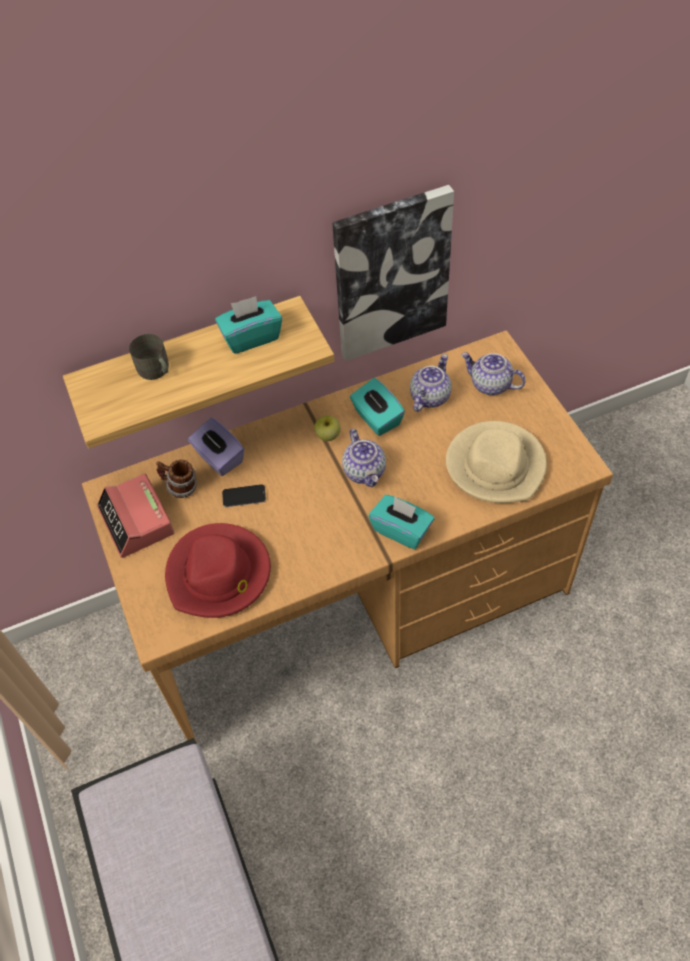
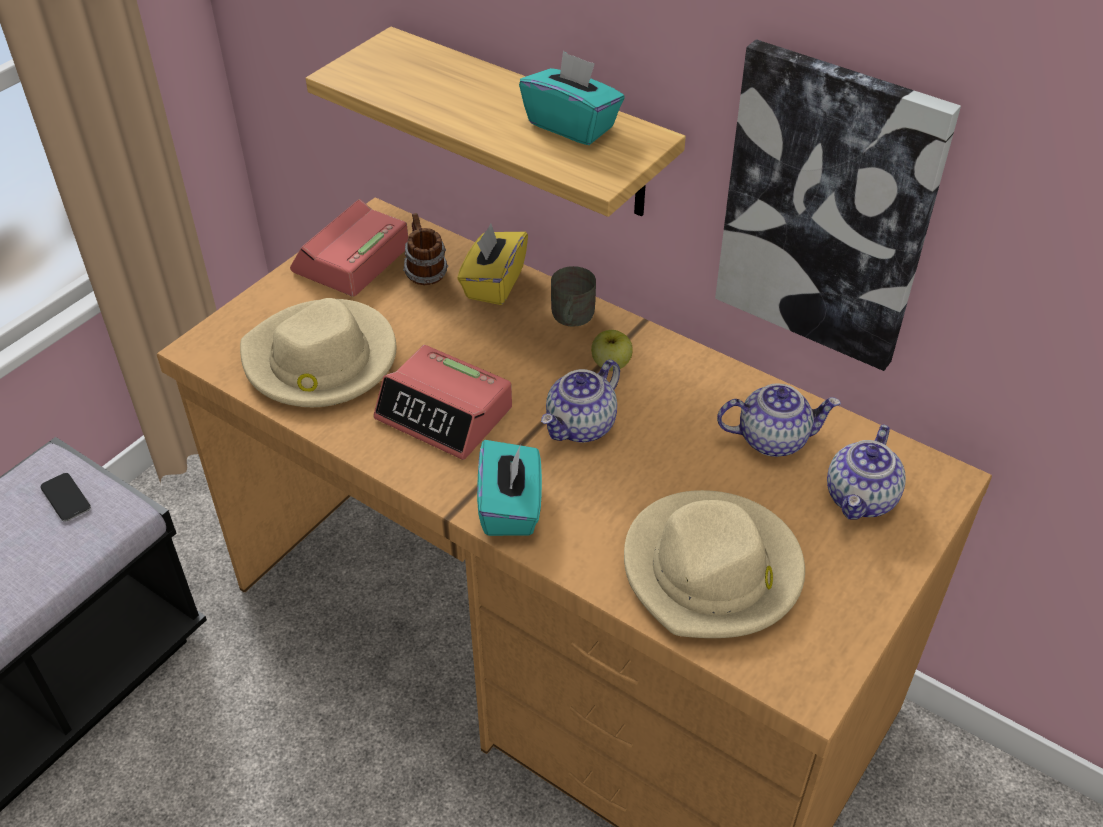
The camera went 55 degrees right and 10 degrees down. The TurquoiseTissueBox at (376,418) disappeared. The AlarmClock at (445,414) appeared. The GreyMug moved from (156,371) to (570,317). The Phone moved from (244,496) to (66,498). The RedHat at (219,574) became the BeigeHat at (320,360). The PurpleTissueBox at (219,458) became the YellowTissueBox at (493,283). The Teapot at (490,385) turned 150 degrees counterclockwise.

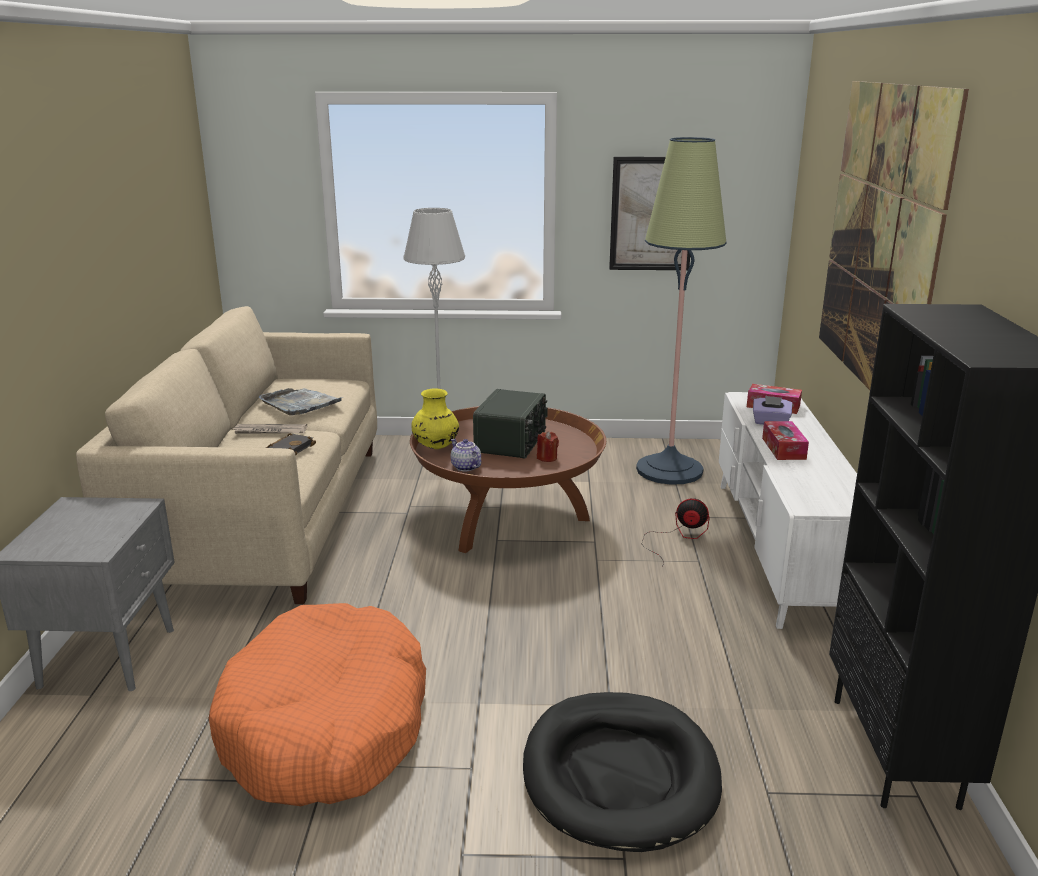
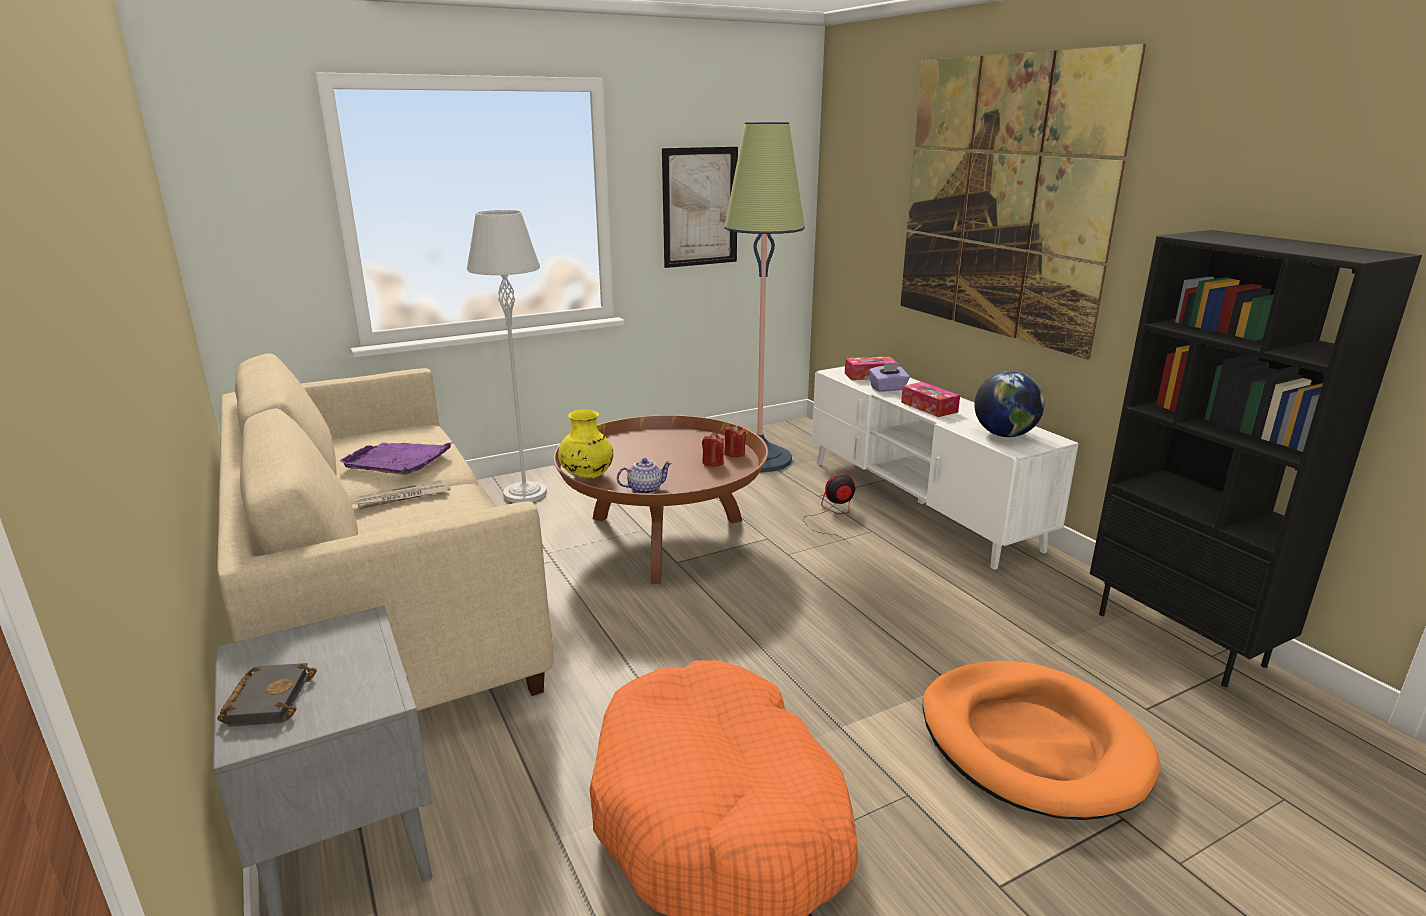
The camera went 30 degrees left and 0 degrees up. The Radio at (512,442) disappeared. The RedCandle at (734,453) appeared. The Globe at (1004,435) appeared. The BlackBook moved from (290,449) to (268,699). The GreyTray at (300,403) became the PurpleTray at (398,460). The BlackDogBed at (620,774) became the OrangeDogBed at (1032,743). The Teapot at (465,467) turned 135 degrees clockwise.

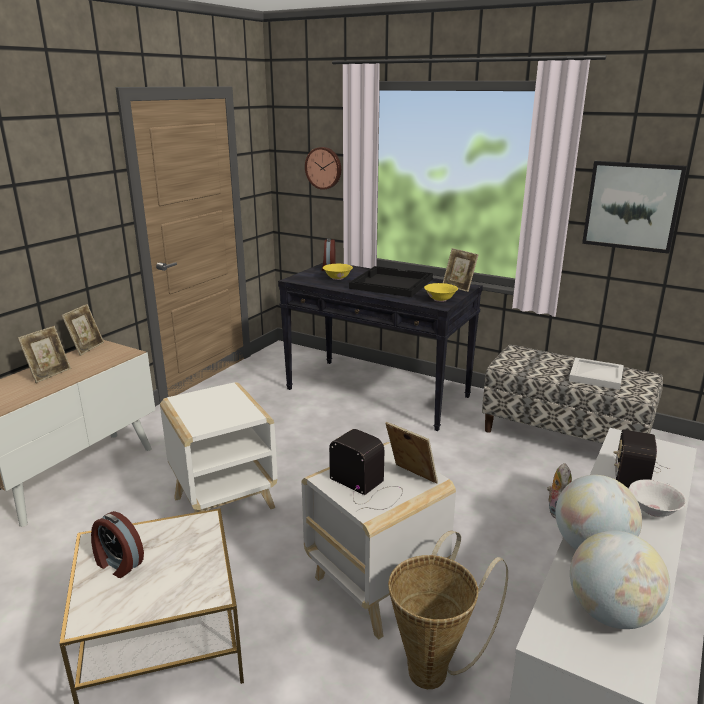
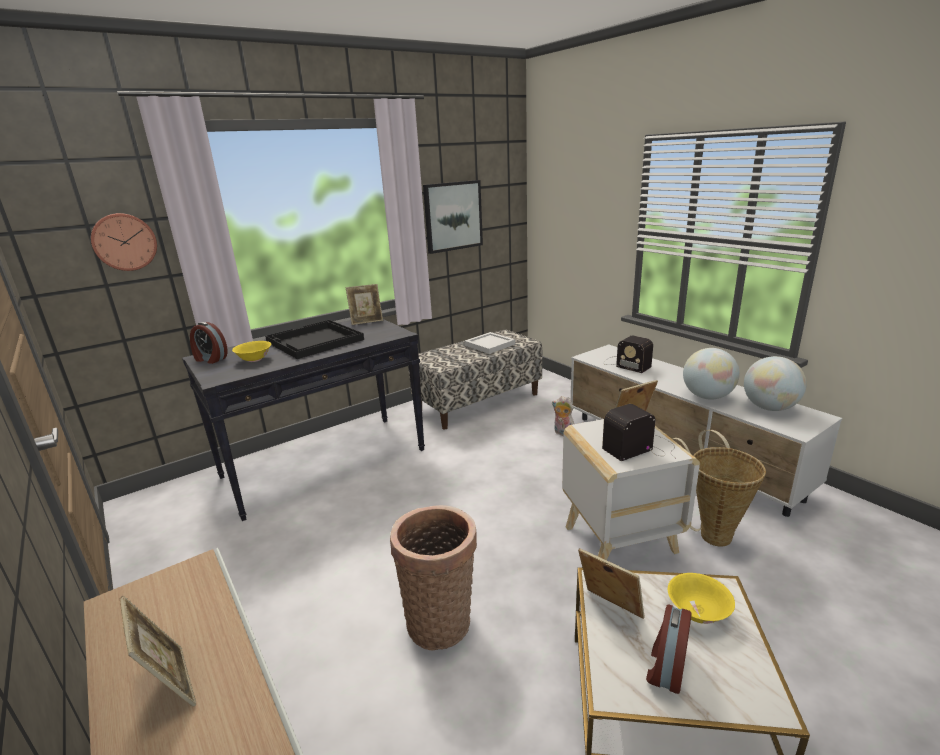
The camera went 65 degrees left and 0 degrees up. The WhiteBowl at (653,510) disappeared. The PictureFrame moved from (87,348) to (609,610). The YellowBowl moved from (440,299) to (698,612). The WhiteSideTable at (225,502) was replaced by the Basket at (441,619). The AlarmClock at (118,564) turned 150 degrees clockwise.

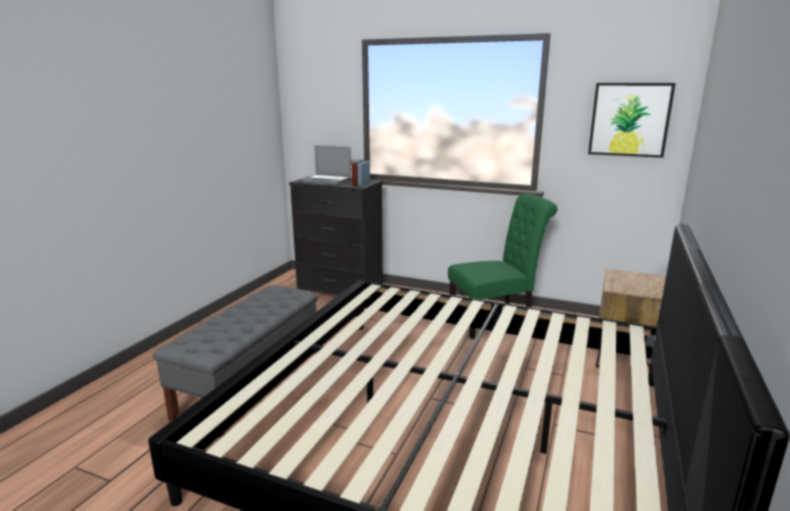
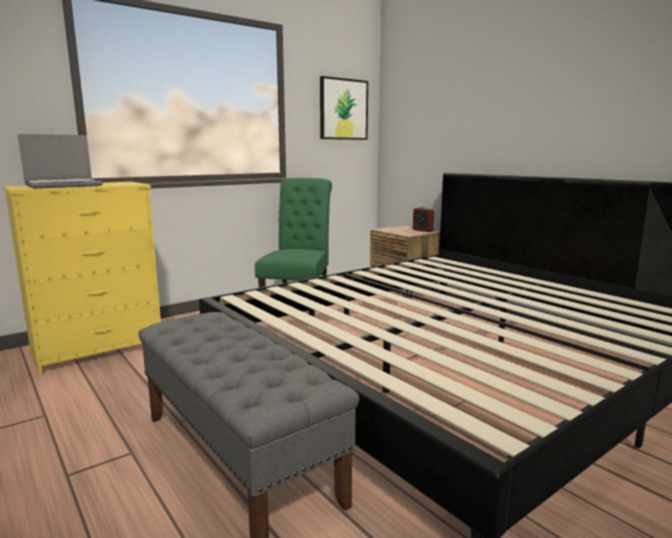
The camera went 60 degrees left and 5 degrees down. The AlarmClock moved from (361,184) to (424,230). The BlackDresser at (340,292) became the YellowDresser at (99,349).

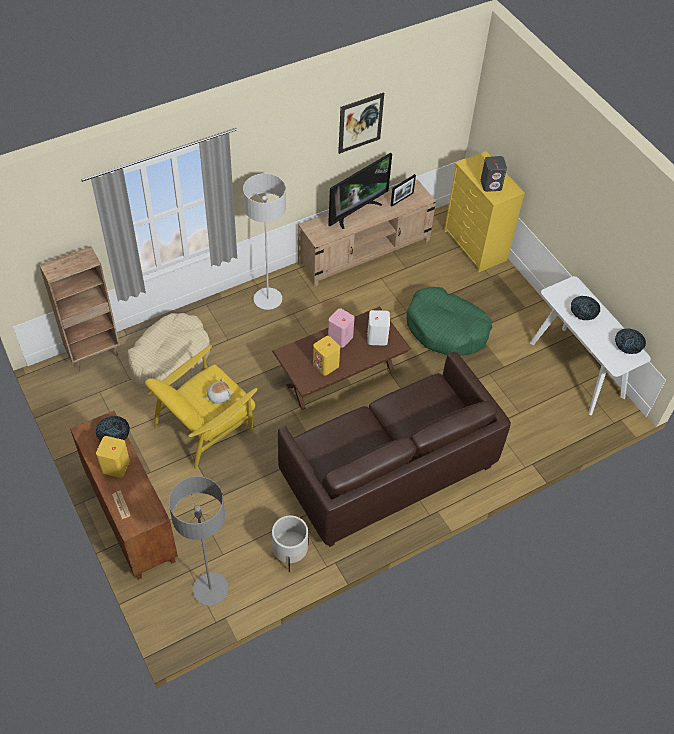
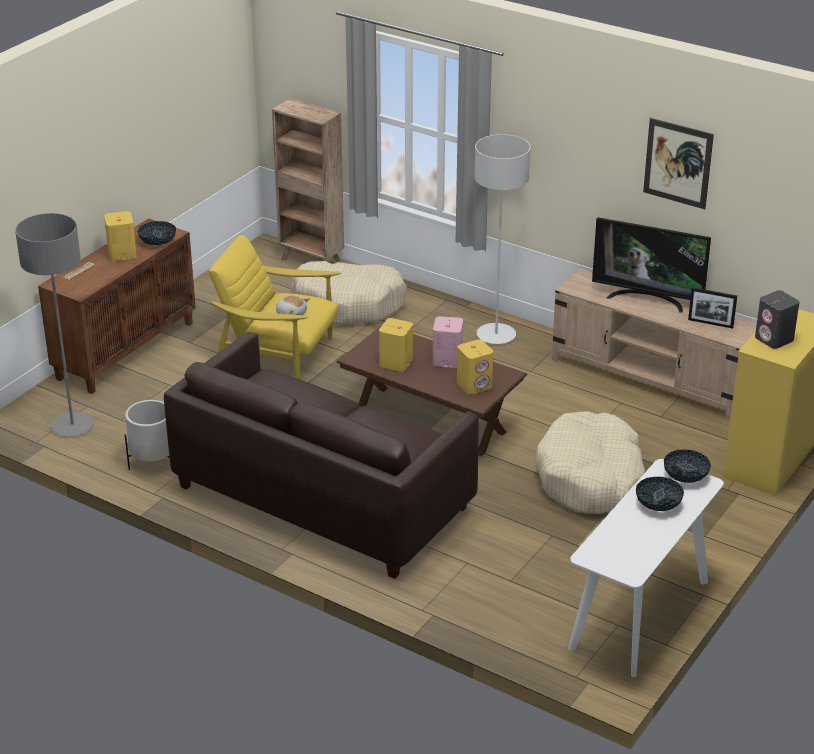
The camera went 65 degrees right and 20 degrees down. The Bowl moved from (627,346) to (685,476). The WhiteSpeaker at (377,337) became the YellowSpeaker at (474,385). The GreenDogBed at (446,329) became the BeigeDogBed at (591,478).

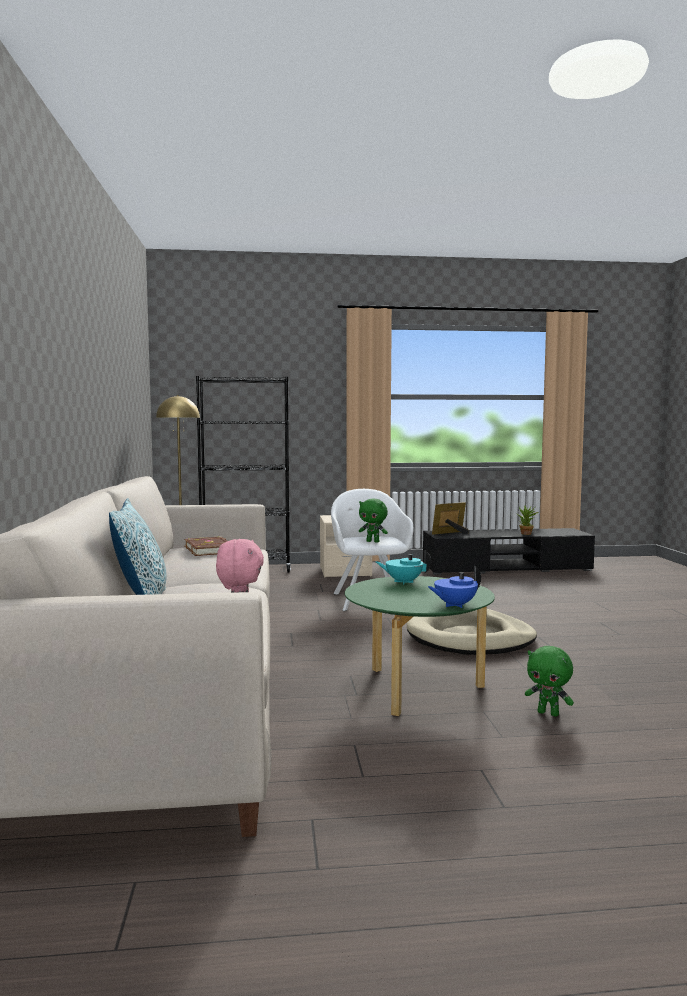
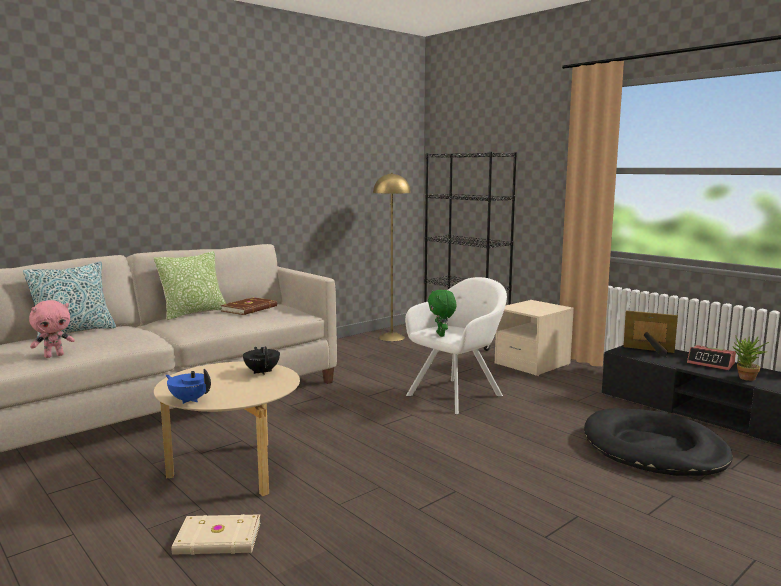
The camera went 55 degrees right and 5 degrees up. The BeigeDogBed at (470,638) disappeared. The Pillow at (193,313) appeared. The BlackDogBed at (653,448) appeared. The AlarmClock at (711,363) appeared. The GreenPlushToy at (548,713) was replaced by the BeigeBook at (218,539). The GreenCoffeeTable at (417,688) became the BeigeCoffeeTable at (233,470). The TurquoiseTeapot at (403,582) became the BlackTeapot at (262,372).

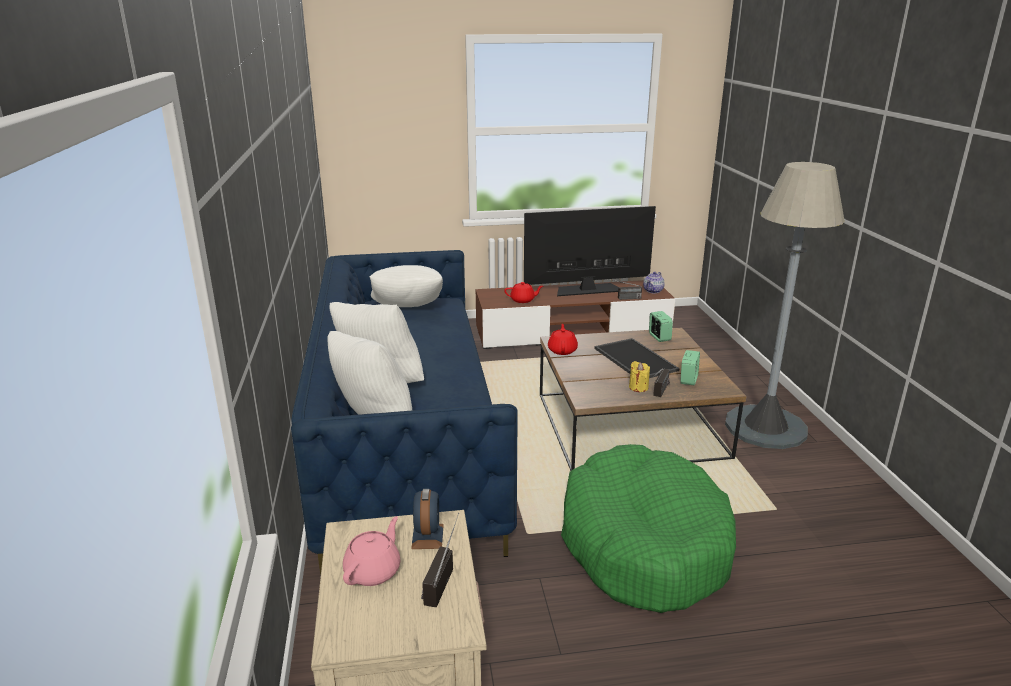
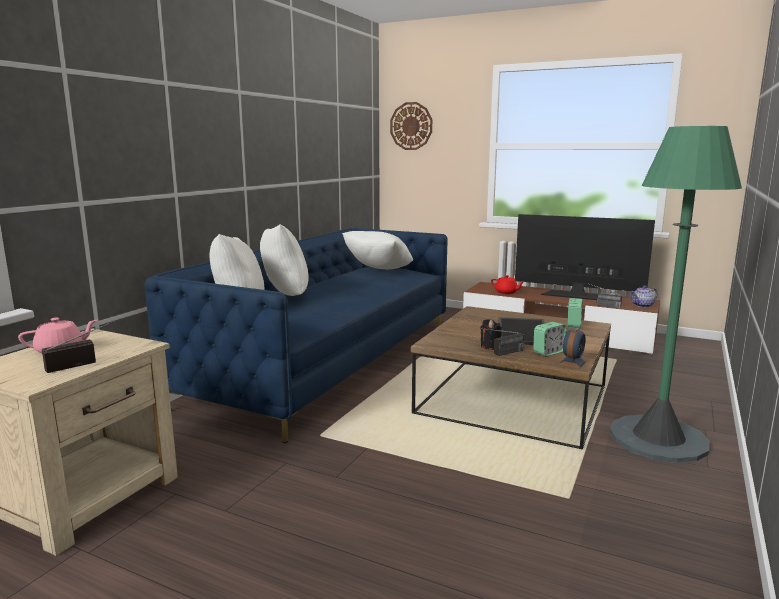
The camera went 35 degrees right and 10 degrees down. The RedTeapot at (562,350) disappeared. The GreenDogBed at (643,544) disappeared. The WallClock at (411,126) appeared. The AlarmClock moved from (427,536) to (572,363). The YellowCandle at (638,387) became the BlackCandle at (490,346). The GreyFloorLamp at (765,427) became the GreenFloorLamp at (658,439).

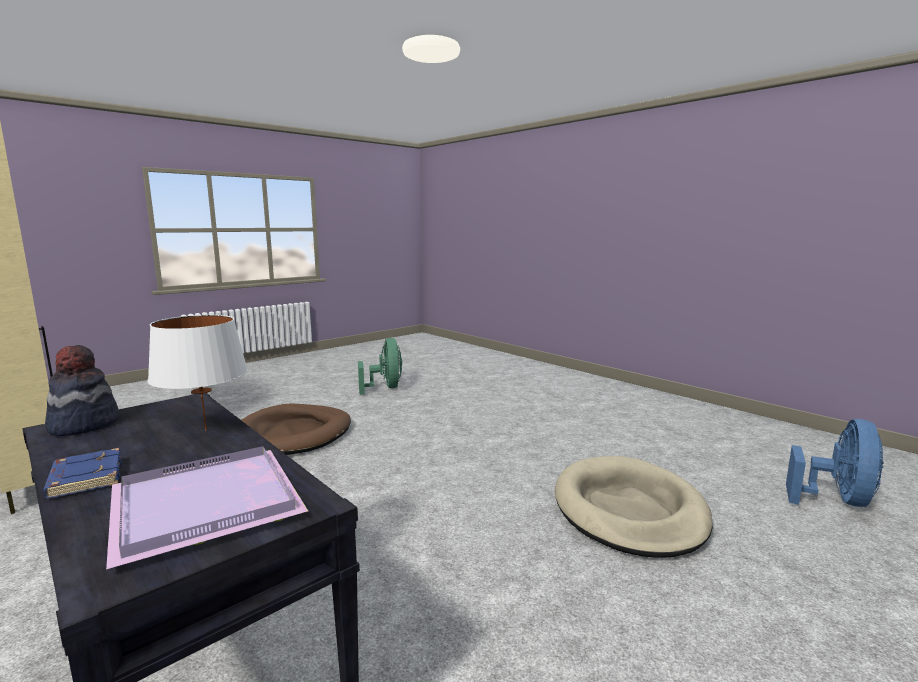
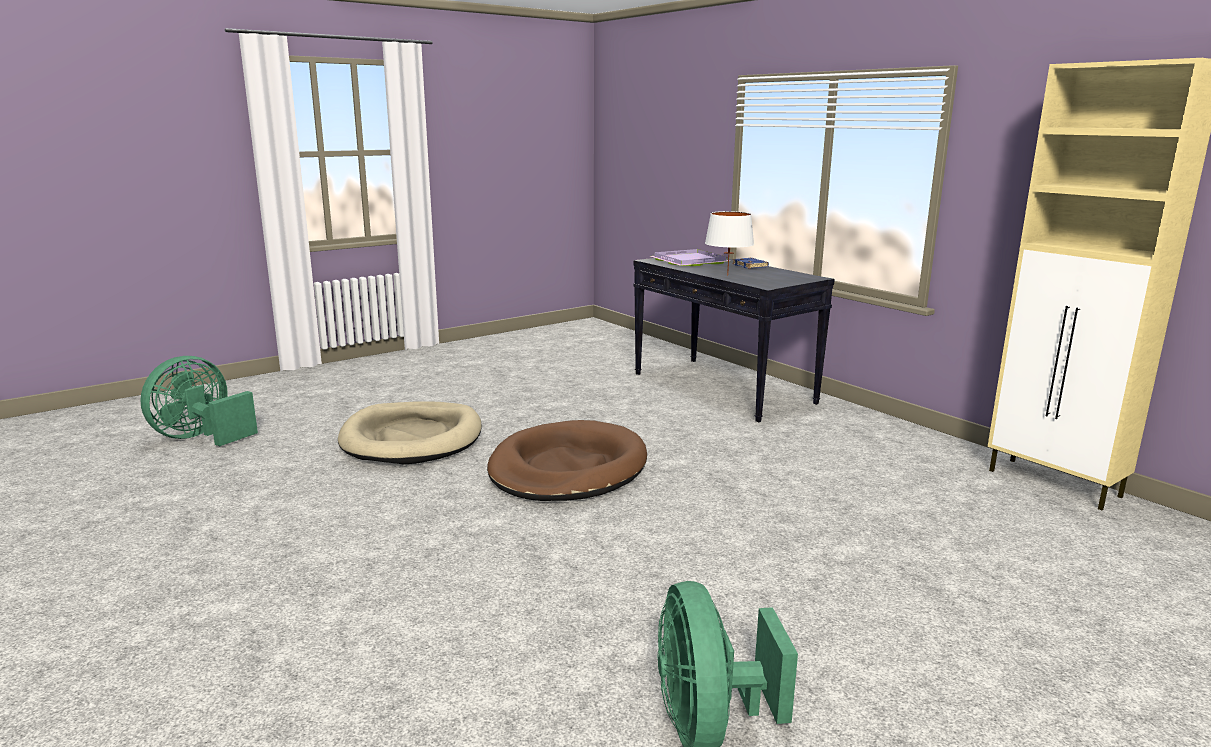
The camera went 175 degrees left and 5 degrees up. The Hat at (83,424) disappeared. The BrownDogBed moved from (293,434) to (567,469). The BlueFan at (837,500) became the GreenFan at (201,437).

